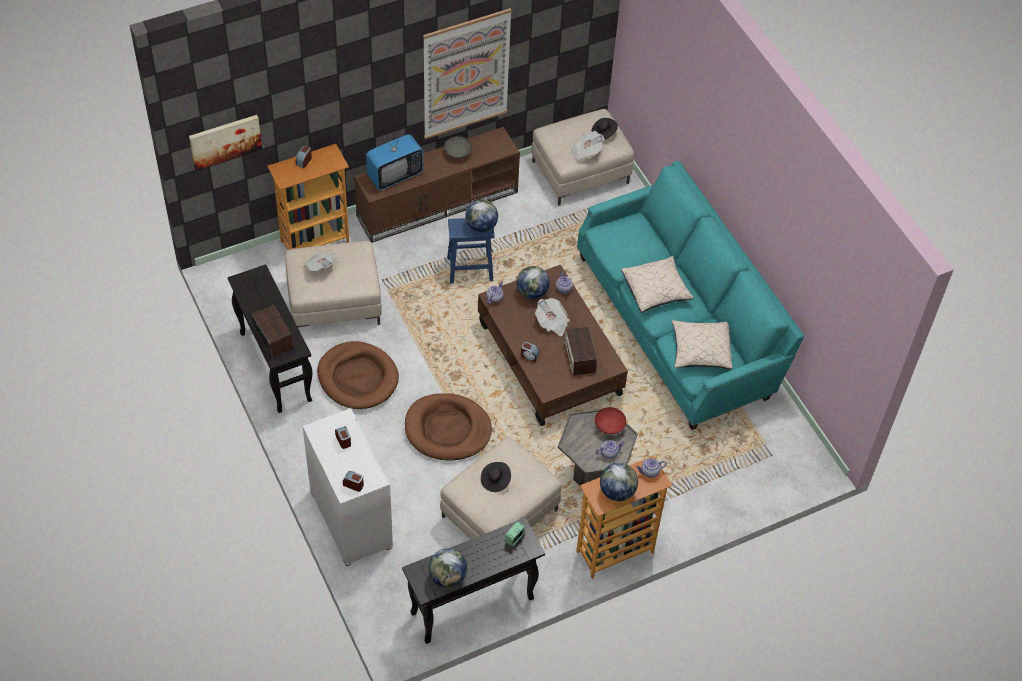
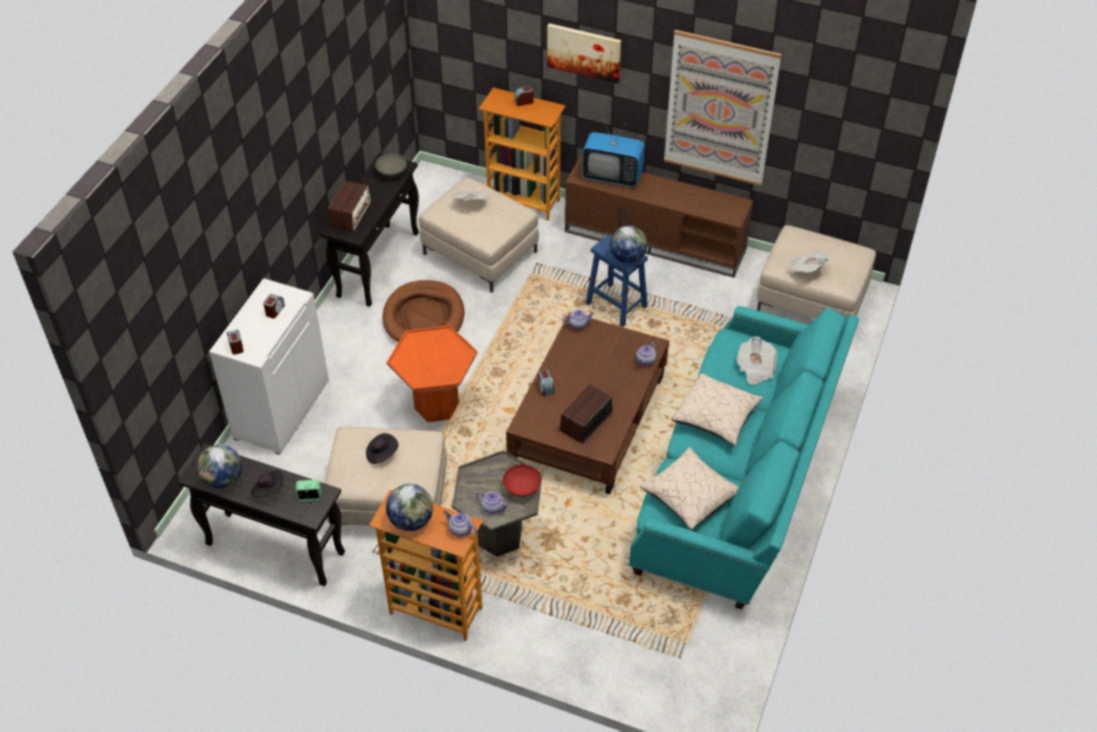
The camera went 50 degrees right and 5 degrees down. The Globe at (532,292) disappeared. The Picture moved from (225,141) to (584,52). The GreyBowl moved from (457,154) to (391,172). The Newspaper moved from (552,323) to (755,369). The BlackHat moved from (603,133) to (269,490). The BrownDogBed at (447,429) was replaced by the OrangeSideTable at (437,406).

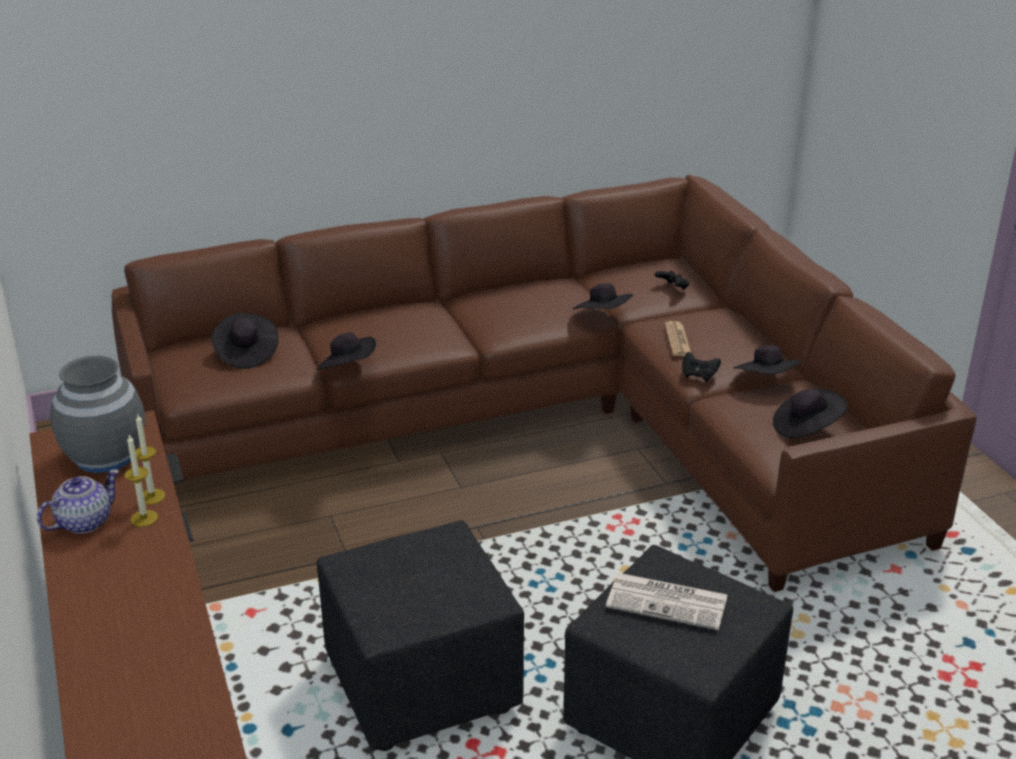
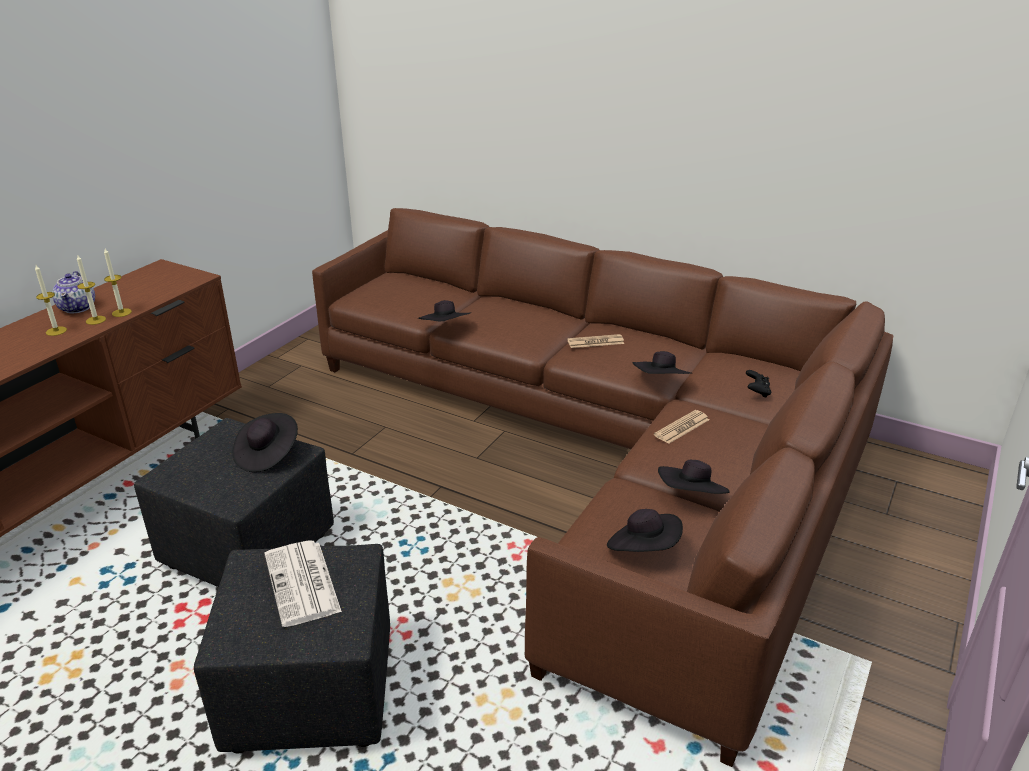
The camera went 50 degrees right and 0 degrees up. The GreyVase at (105,456) disappeared. The BlackGameController at (699,375) disappeared. The Candle at (56,331) appeared. The Newspaper at (595,342) appeared. The BlackHat moved from (246,353) to (267,455). The Teapot at (83,522) turned 75 degrees clockwise.

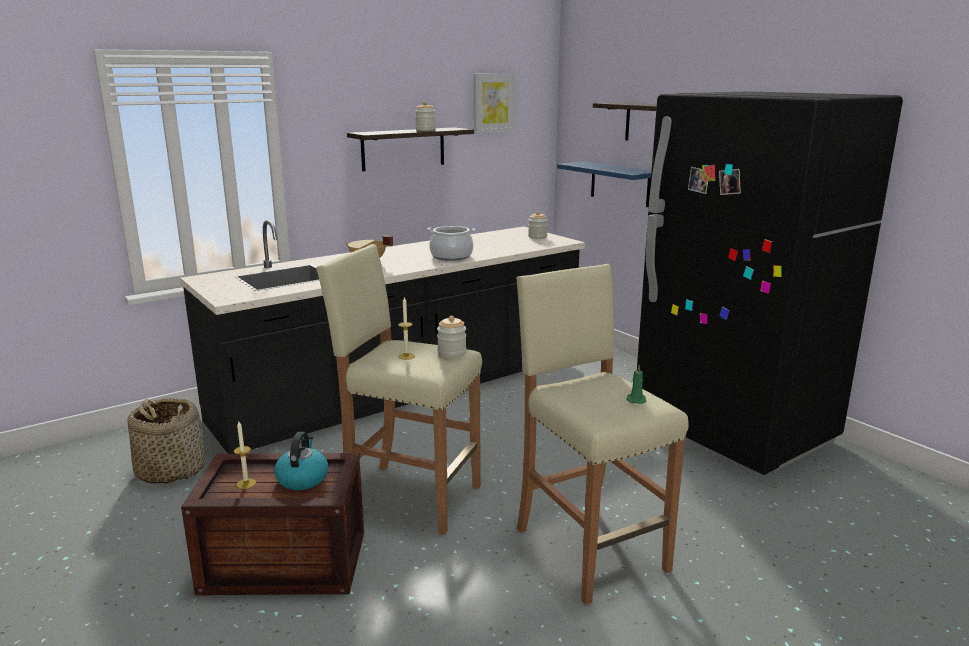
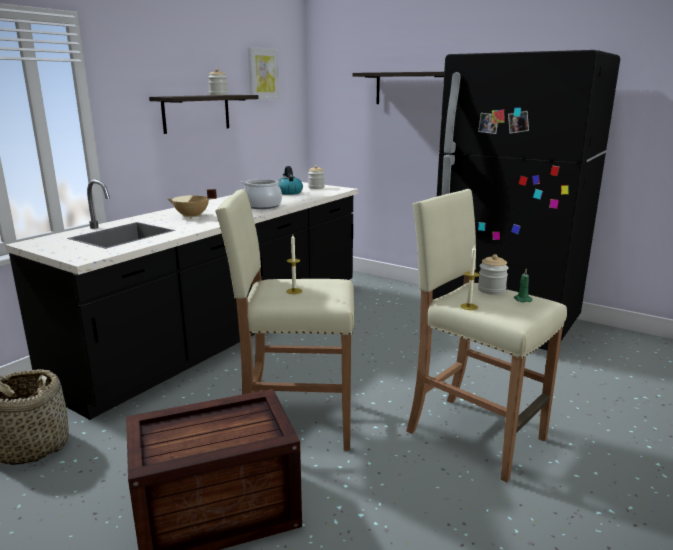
The camera went 20 degrees left and 0 degrees up. The BlueShelf at (620,184) disappeared. The Candle moved from (246,483) to (469,306). The Kettle moved from (302,478) to (288,192). The Jar moved from (452,353) to (491,290).

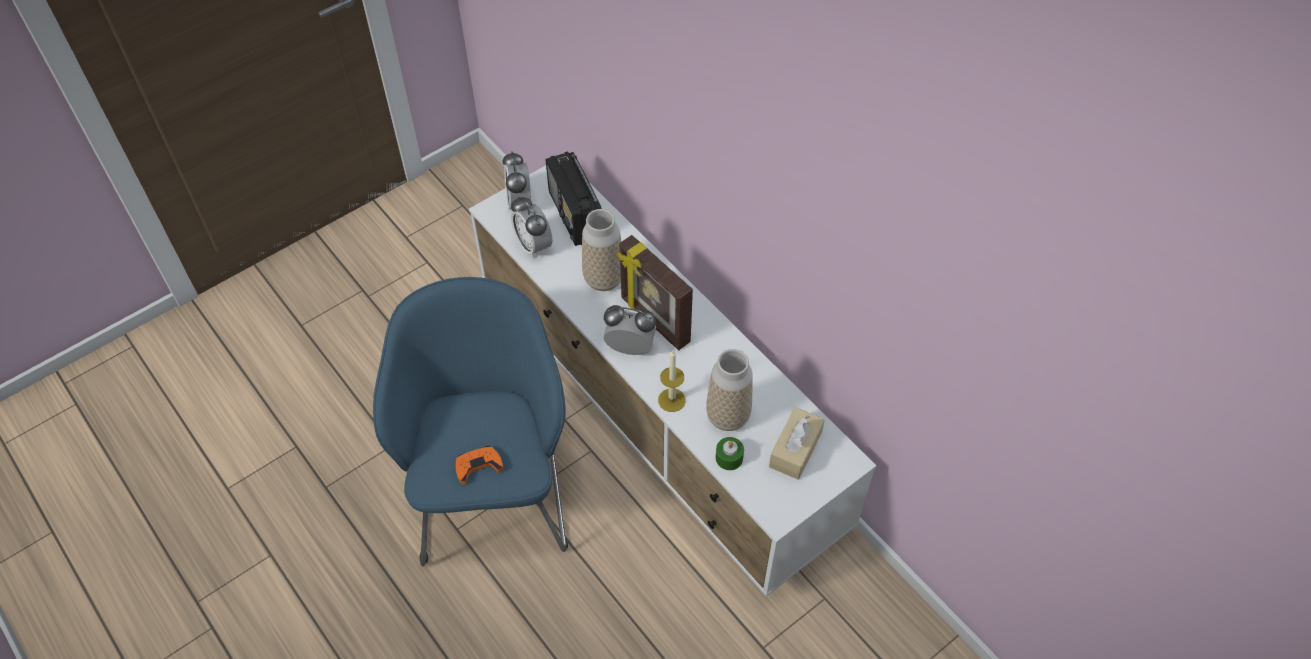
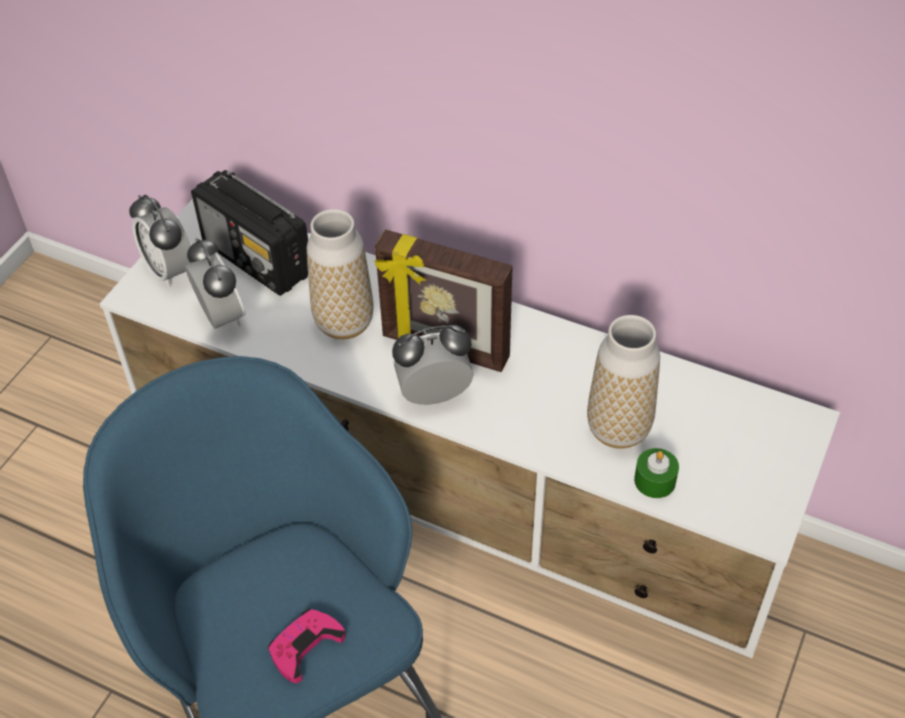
The camera went 25 degrees left and 5 degrees down. The Candle at (671,400) disappeared. The BeigeTissueBox at (795,449) disappeared. The OrangeGameController at (478,466) became the PinkGameController at (305,646). The AlarmClock at (533,245) turned 150 degrees counterclockwise.

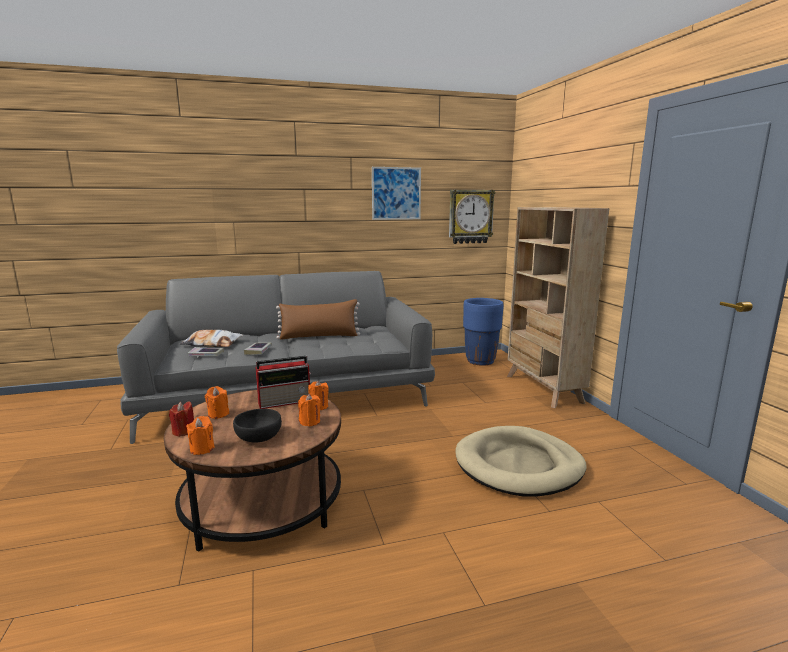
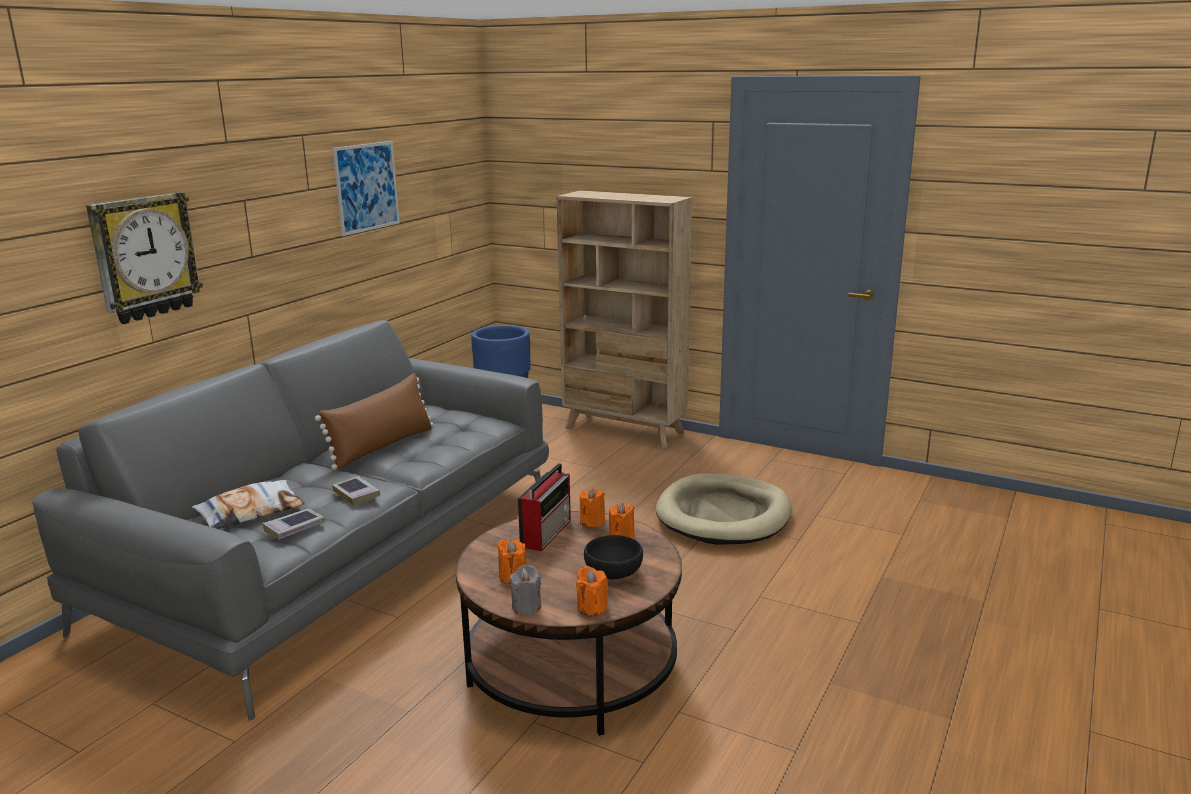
The camera went 45 degrees left and 5 degrees up. The WallClock moved from (470,216) to (144,257). The RedCandle at (184,431) became the GreyCandle at (526,606).

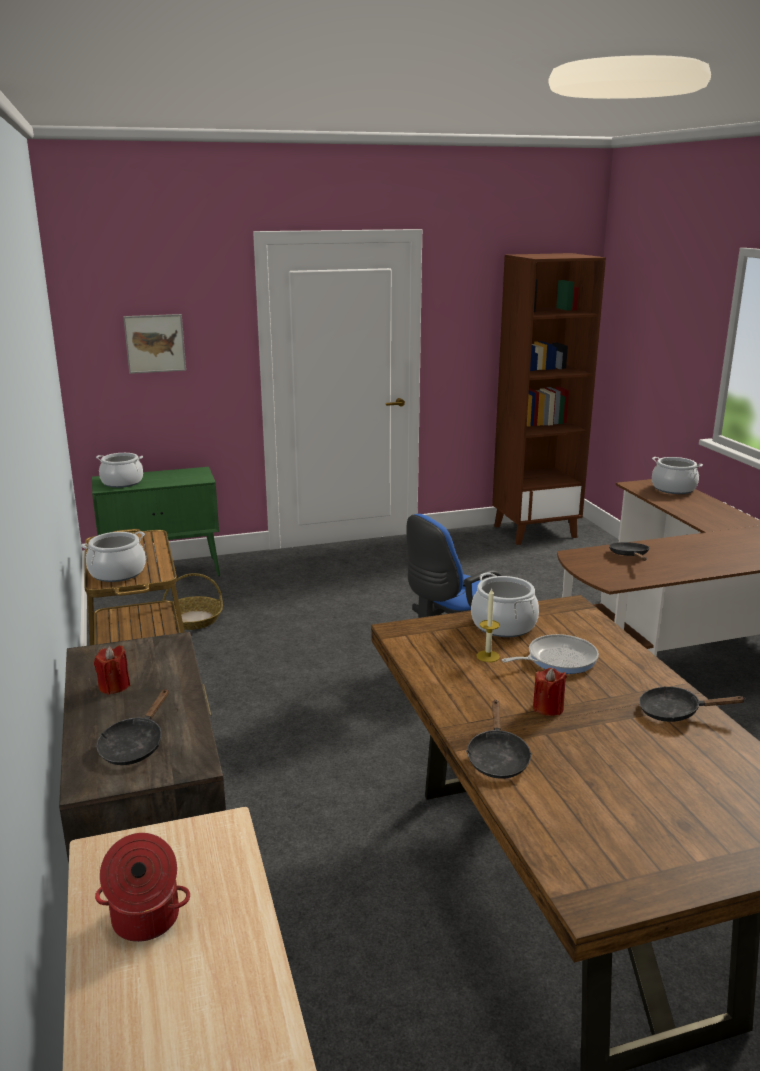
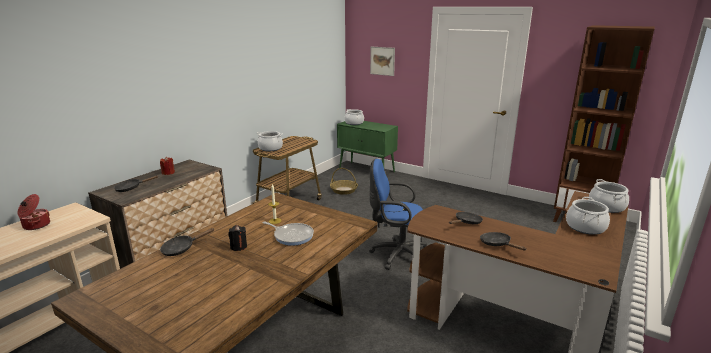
The camera went 50 degrees right and 0 degrees up. The CookingPot moved from (504,625) to (585,227). The BlackFryingPan moved from (675,712) to (497,244). The RedCandle at (548,708) became the BlackCandle at (238,247).

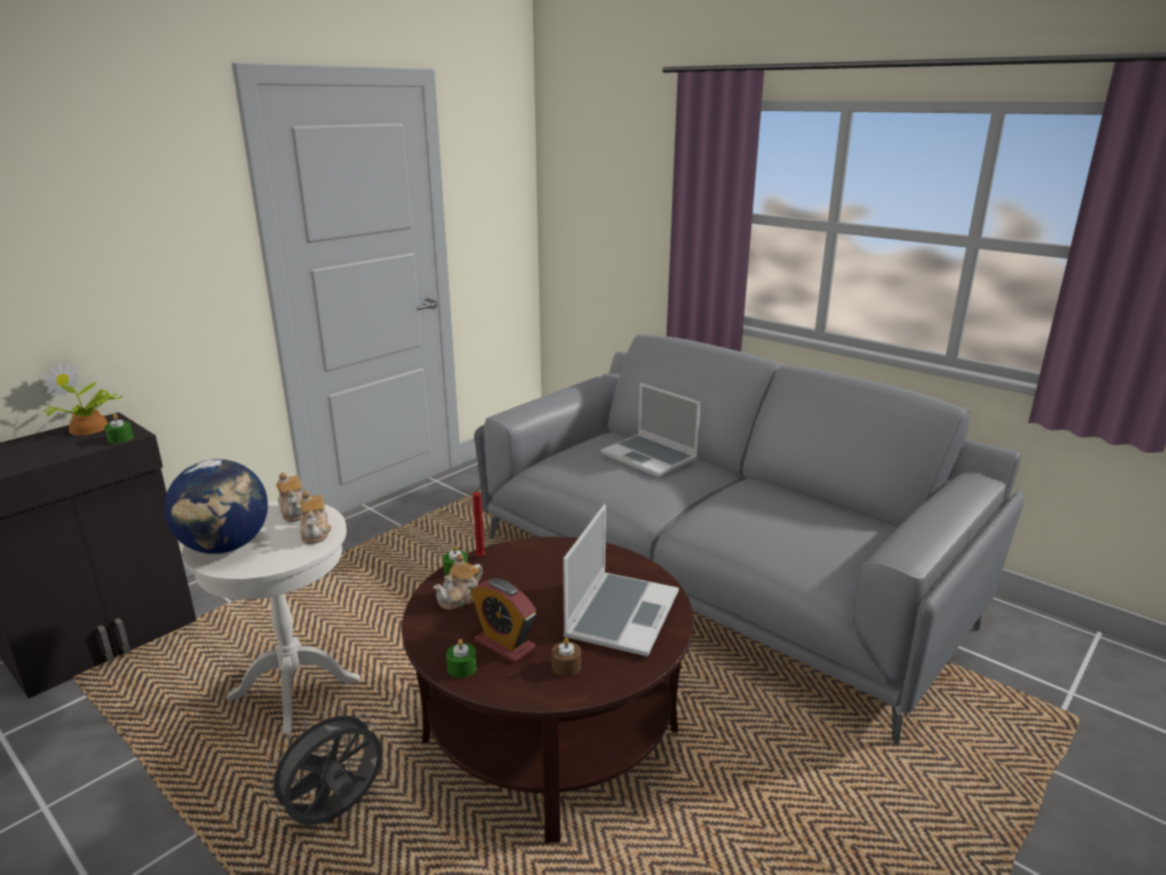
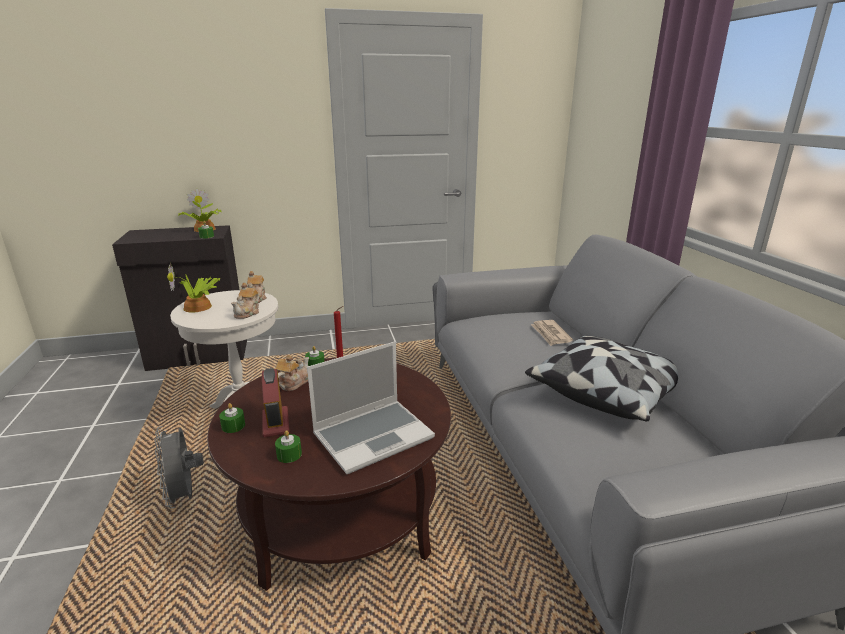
The camera went 35 degrees right and 0 degrees up. The Pillow at (606,392) appeared. The Globe at (226,547) was replaced by the PottedPlant at (199,307). The Laptop at (650,457) was replaced by the Newspaper at (550,334). The BrownCandle at (566,666) became the GreenCandle at (289,454). The GreyFan at (336,813) turned 105 degrees counterclockwise. The Teapot at (460,598) turned 135 degrees clockwise.

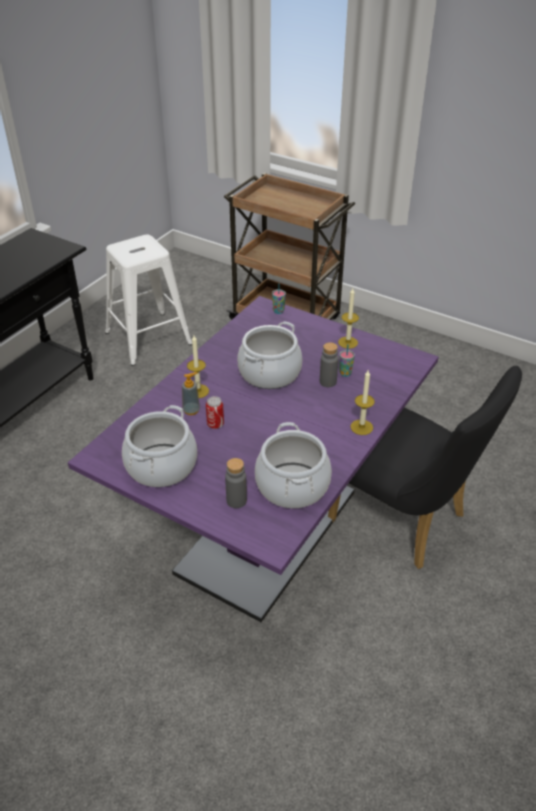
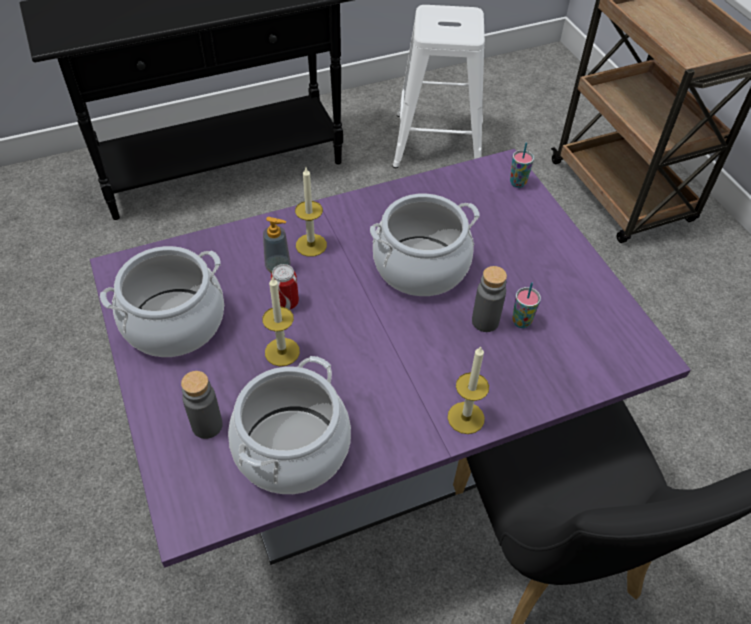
The camera went 35 degrees right and 10 degrees up. The Candle moved from (348,342) to (282,352).

